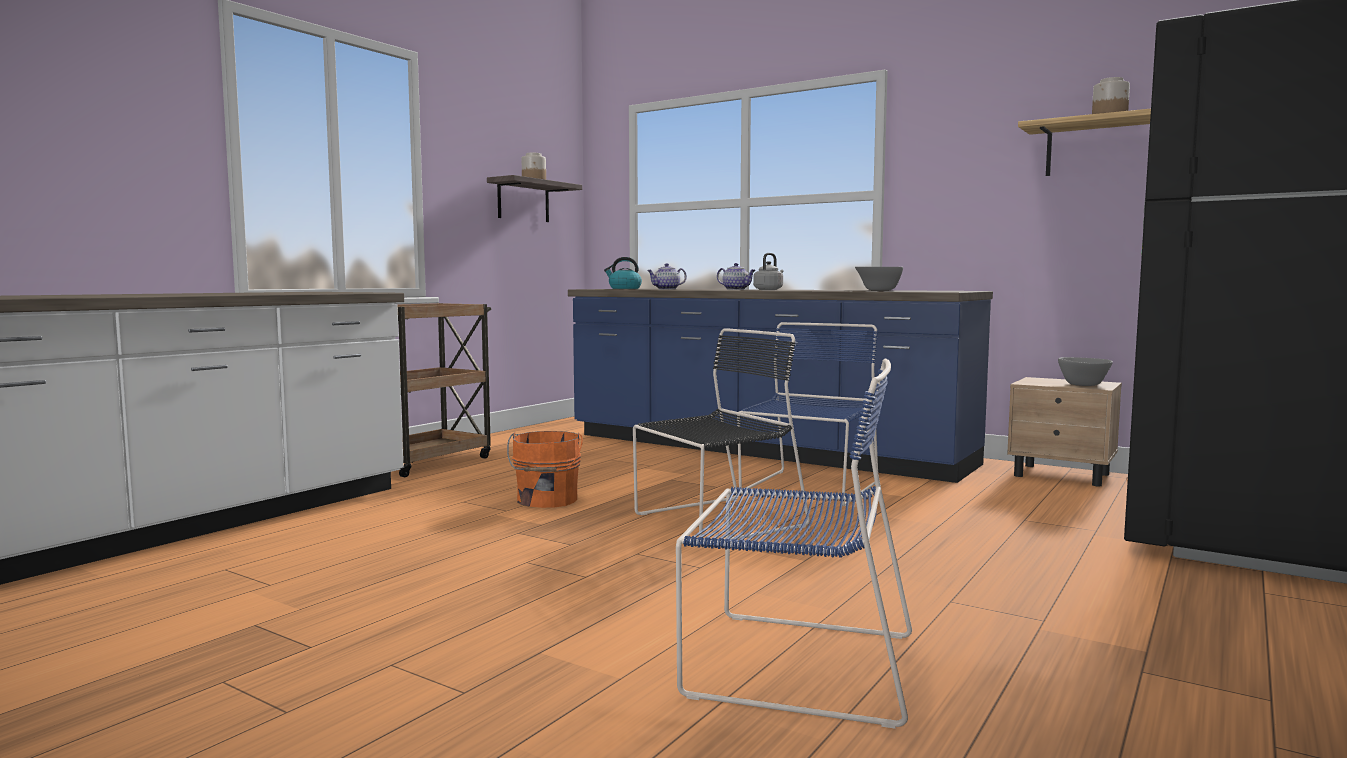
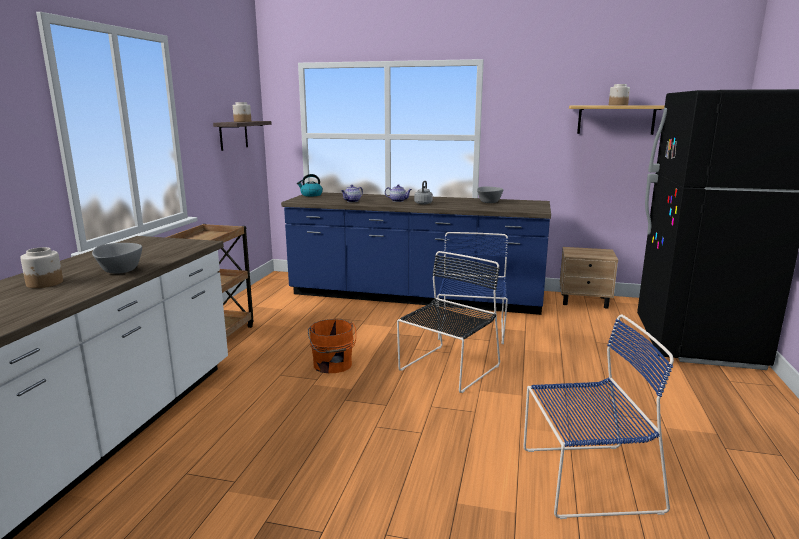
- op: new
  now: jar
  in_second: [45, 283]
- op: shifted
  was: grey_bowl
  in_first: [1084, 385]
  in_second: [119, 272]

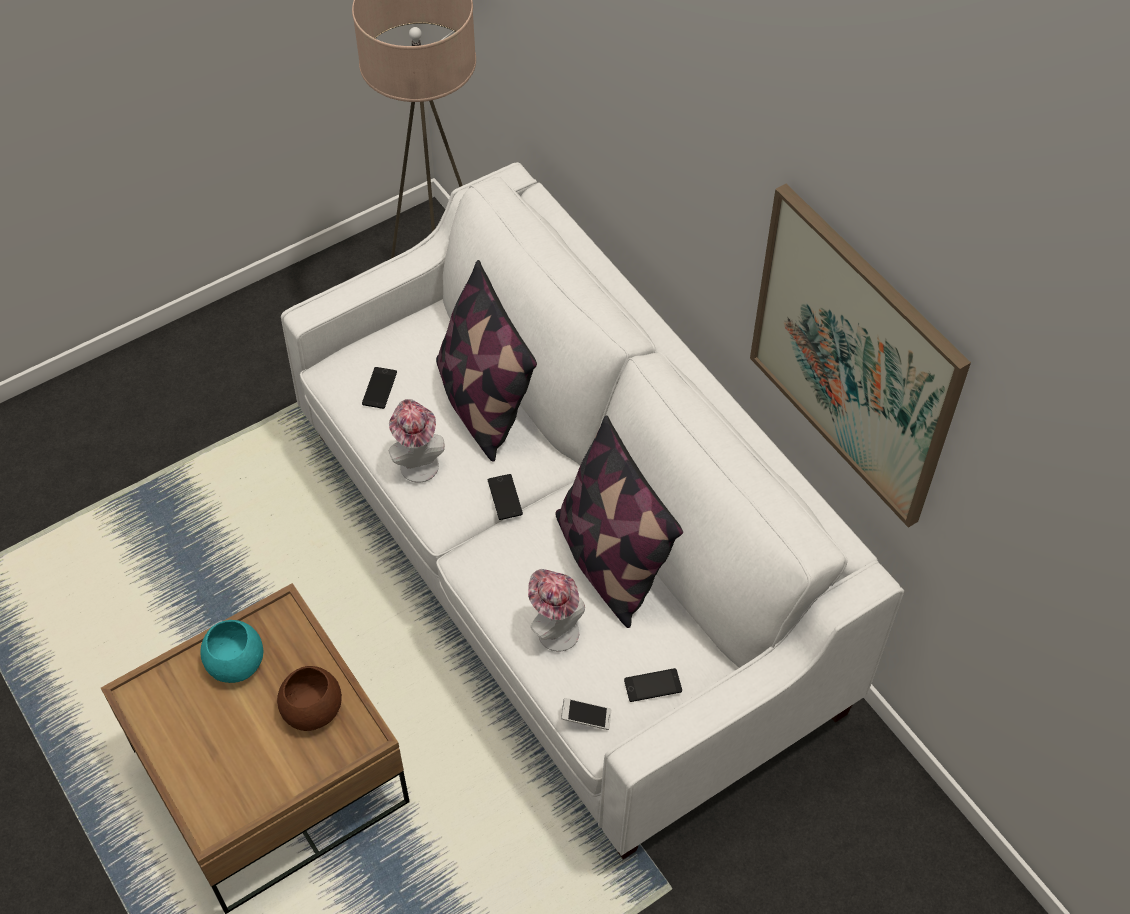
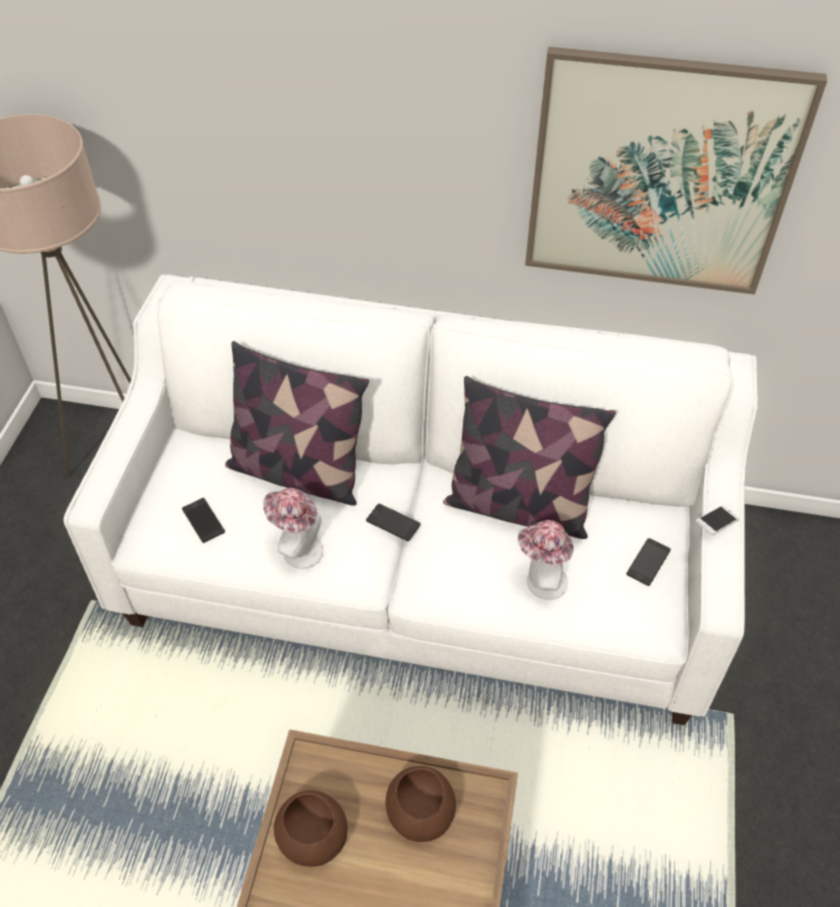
- op: shifted
  was: phone
  in_first: [586, 717]
  in_second: [715, 524]
- op: repainted
  was: turquoise_bowl
  now: brown_bowl
  in_first: [235, 663]
  in_second: [314, 837]

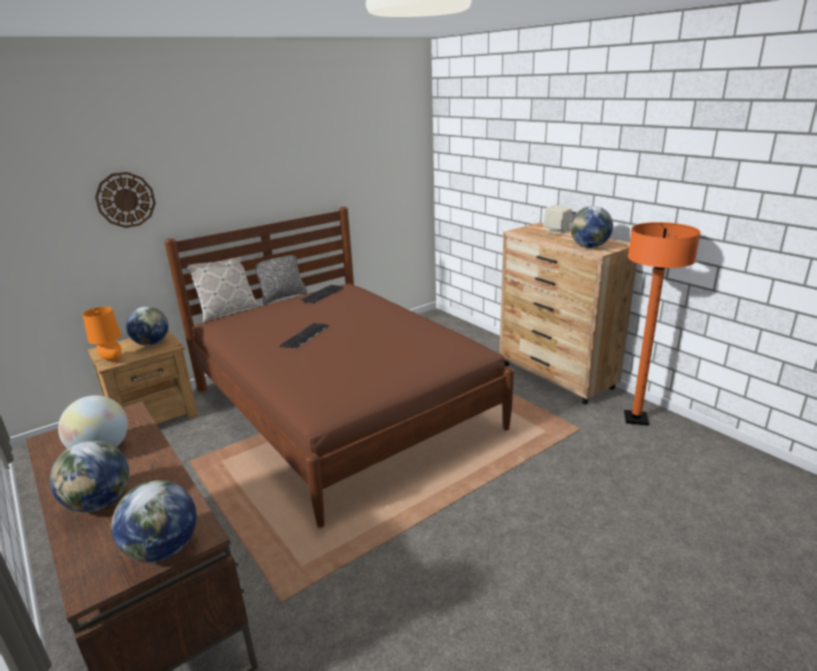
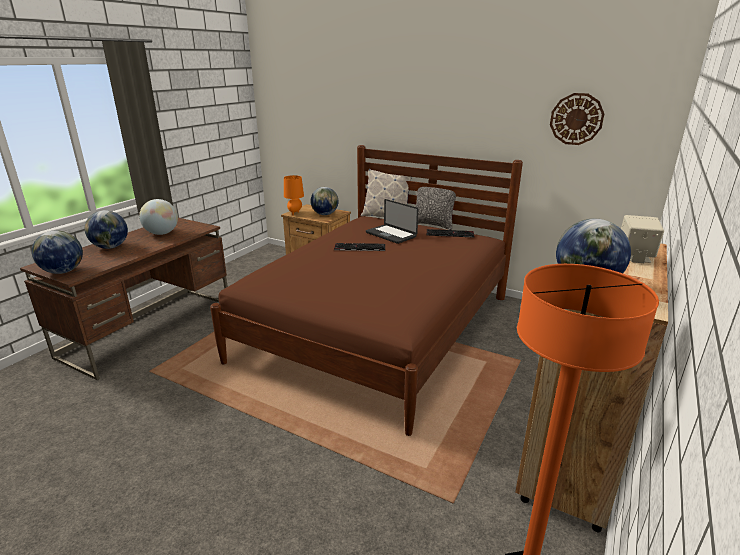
- op: new
  now: laptop
  in_second: [391, 235]
- op: shifted
  was: wall_clock
  in_first: [125, 200]
  in_second: [576, 119]

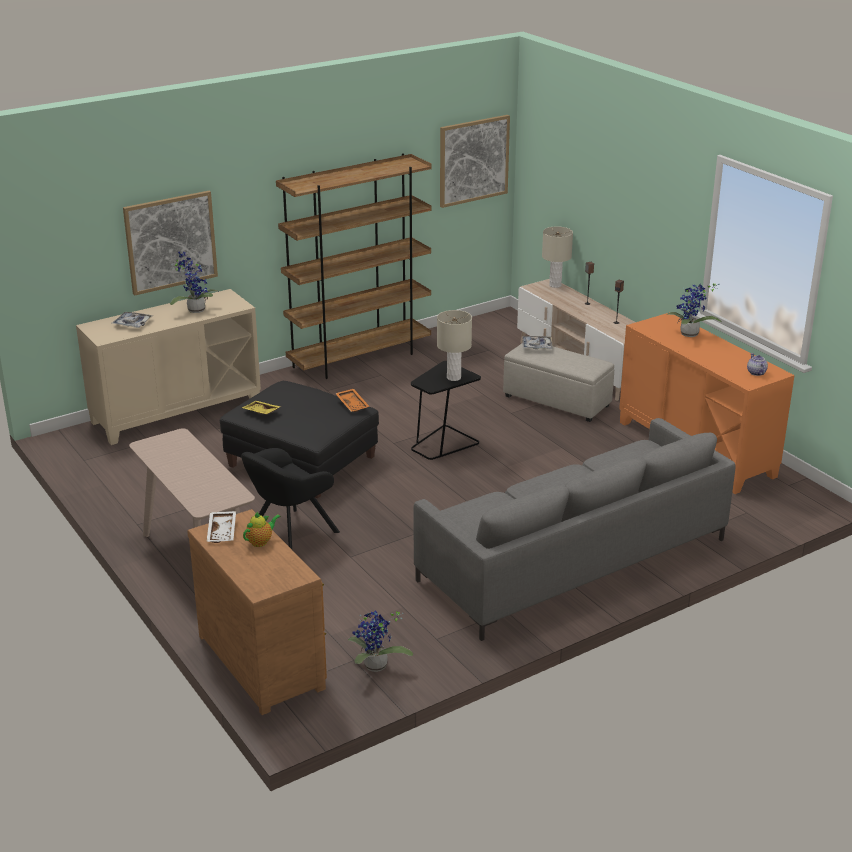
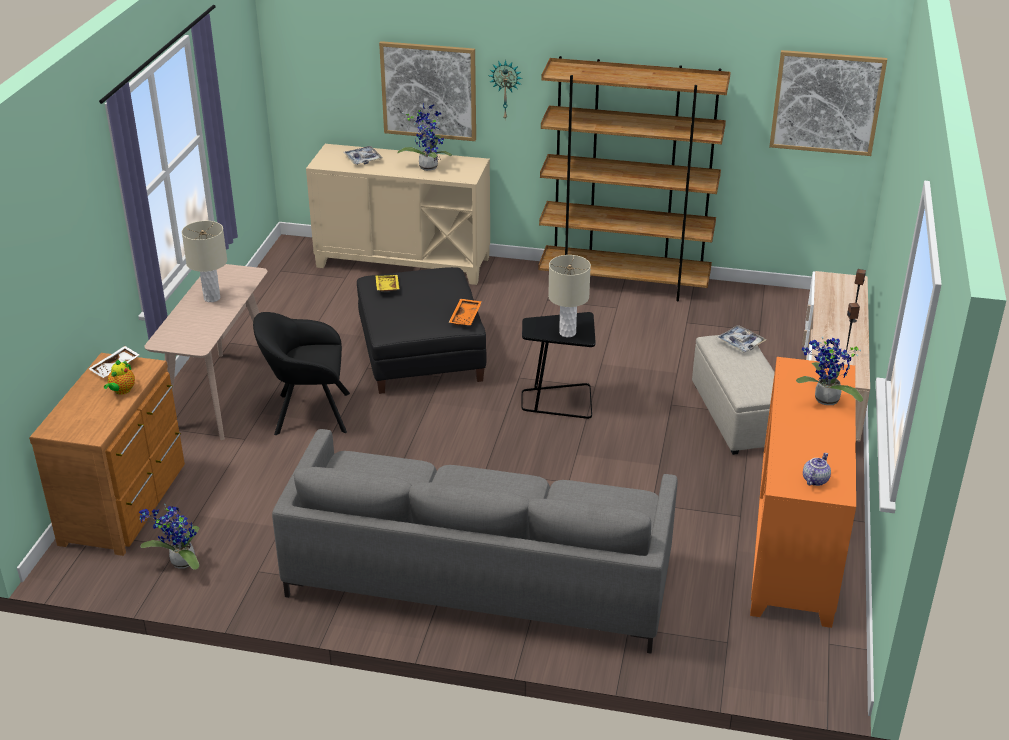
- op: new
  now: wall_clock
  in_second: [505, 89]
- op: shifted
  was: beige_table_lamp
  in_first: [555, 285]
  in_second: [212, 298]
- op: rotated
  was: teapot
  in_first: [261, 541]
  in_second: [122, 391]
  clockwise: 105

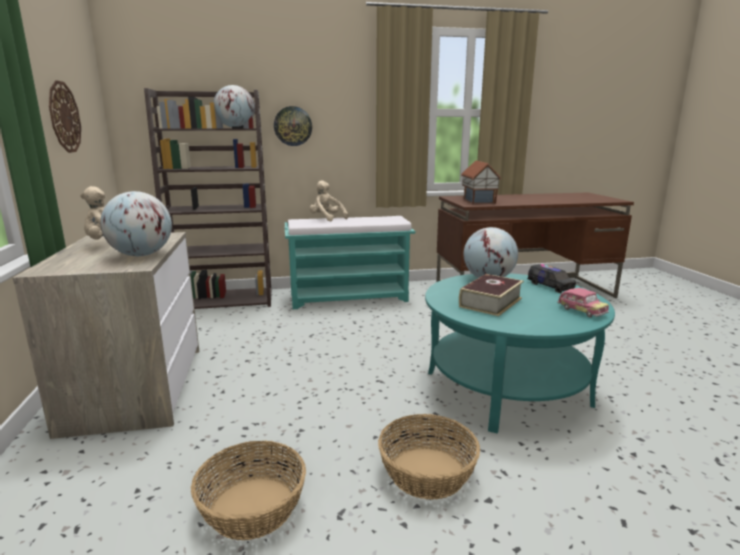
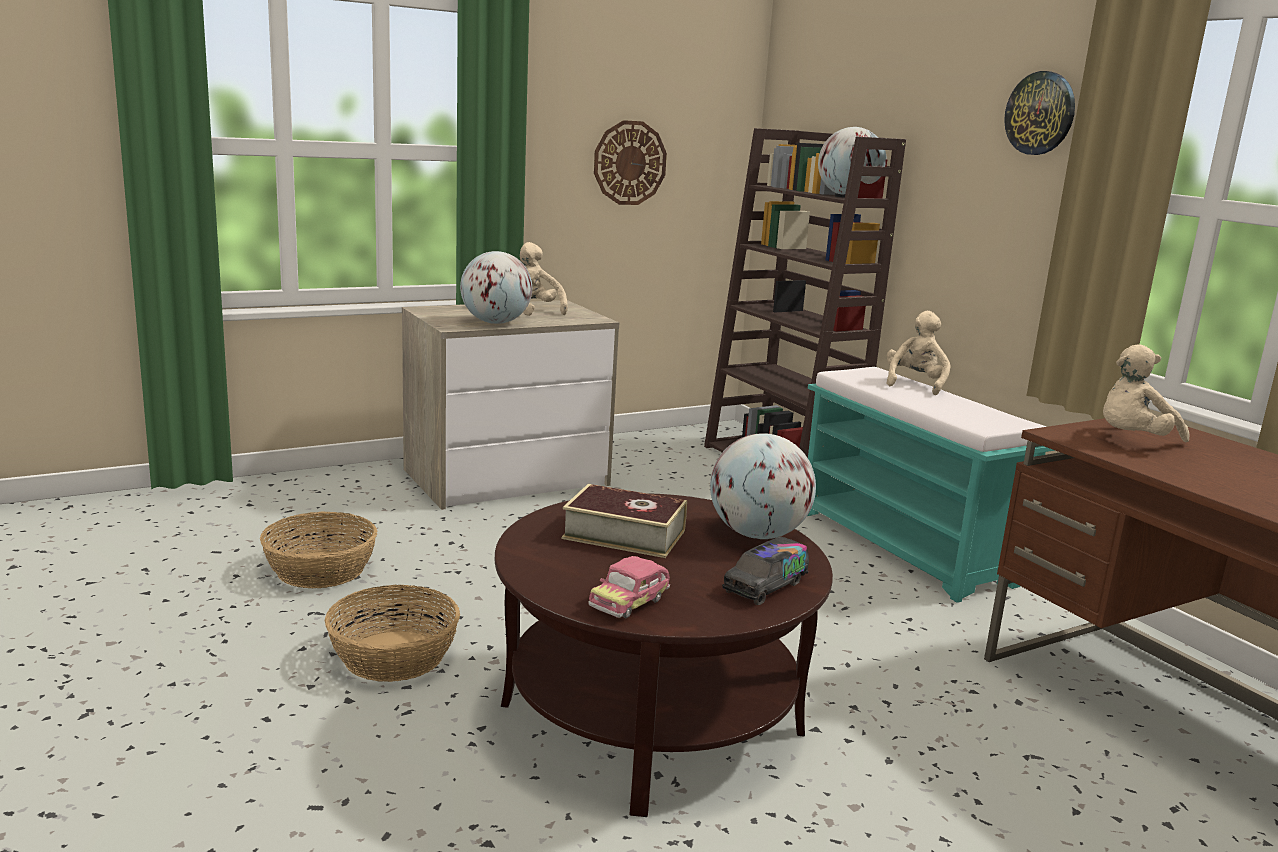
- op: shifted
  was: wall_clock
  in_first: [293, 126]
  in_second: [1040, 113]
- op: swapped
  was: toy_house
  now: beige_plush_toy
  in_first: [478, 201]
  in_second: [1132, 441]
- op: repainted
  was: turquoise_coffee_table
  now: brown_coffee_table
  in_first: [507, 387]
  in_second: [652, 717]

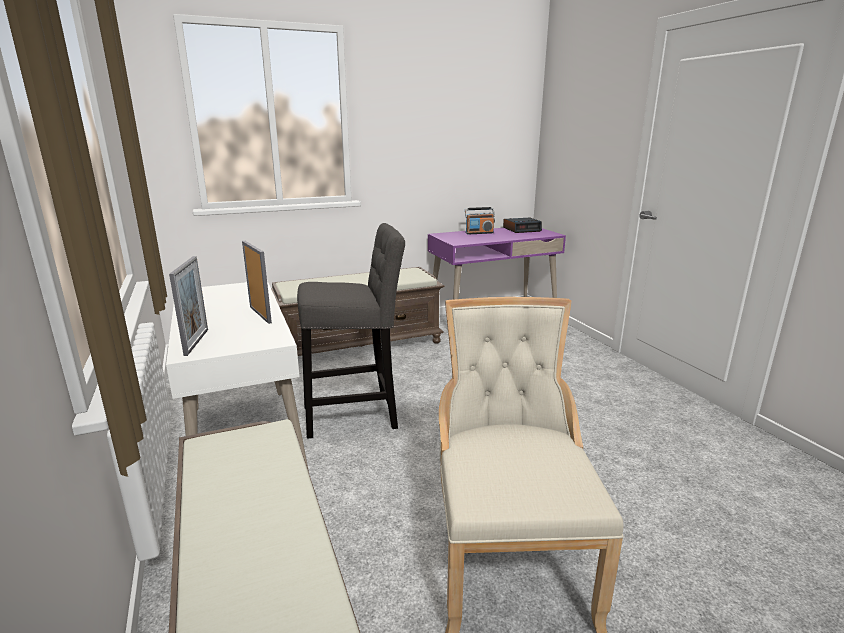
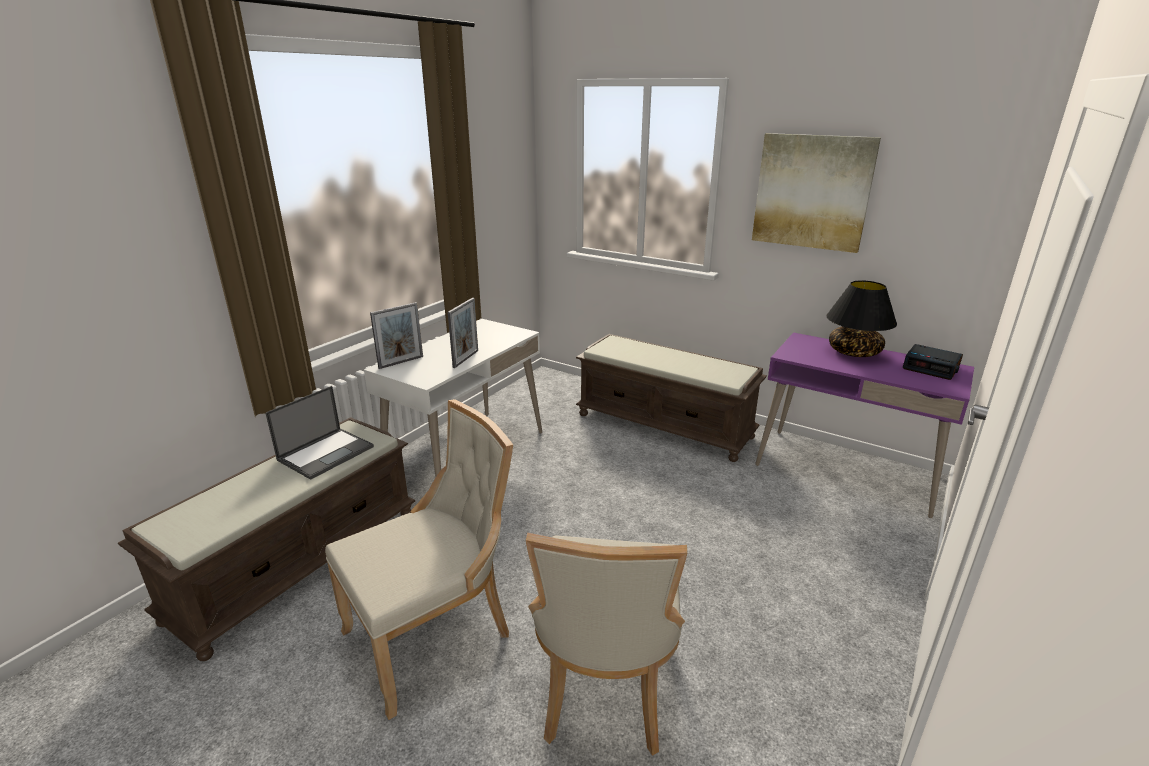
- op: gone
  was: grey_stool
  in_first: [356, 415]
- op: new
  now: laptop
  in_second: [326, 453]
- op: new
  now: beige_chair
  in_second: [605, 687]
- op: new
  now: picture
  in_second: [812, 192]
- op: swapped
  was: radio
  now: black_table_lamp
  in_first: [479, 233]
  in_second: [854, 352]

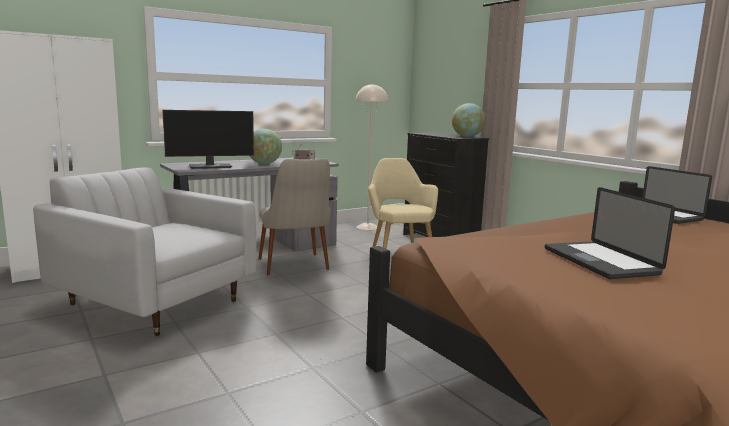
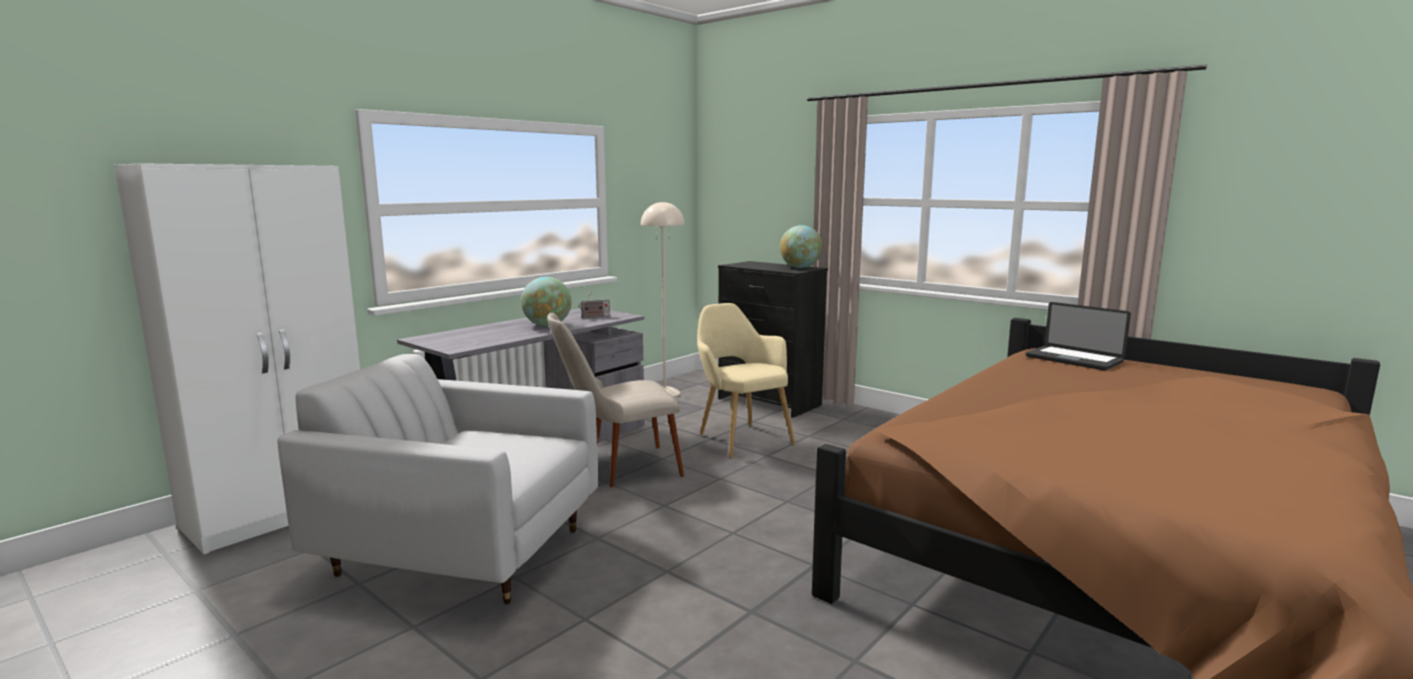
- op: gone
  was: monitor
  in_first: [211, 166]
- op: gone
  was: laptop
  in_first: [599, 261]
- op: rotated
  was: beige_chair
  in_first: [296, 268]
  in_second: [618, 468]
  clockwise: 105

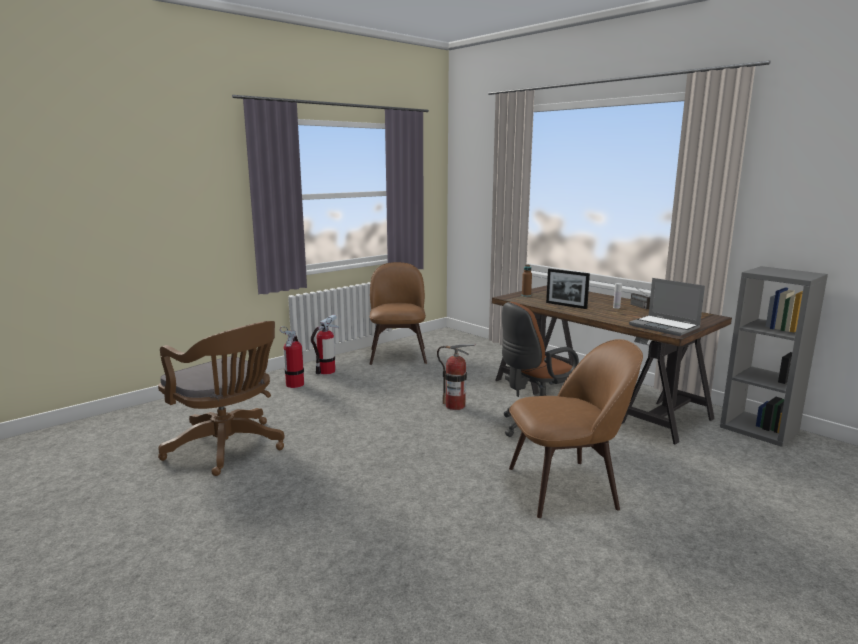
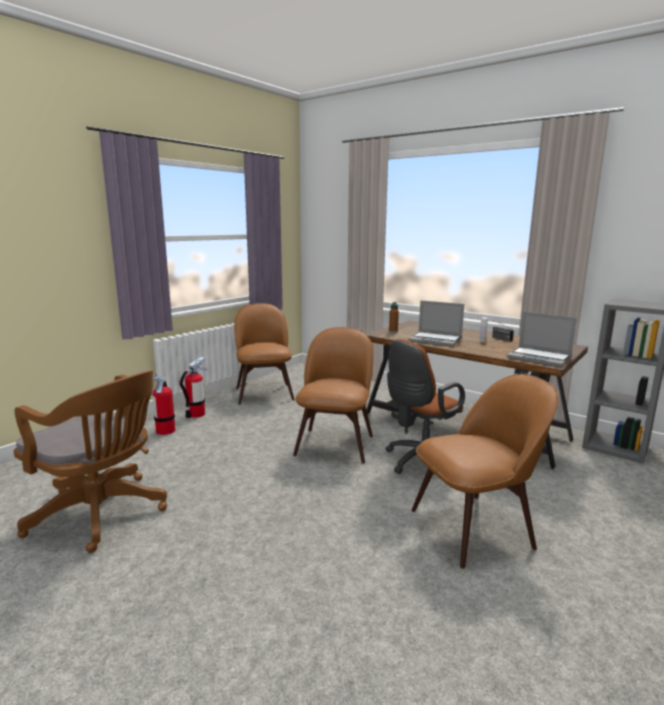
- op: swapped
  was: fire_extinguisher
  now: brown_chair
  in_first: [455, 406]
  in_second: [335, 443]
- op: swapped
  was: picture_frame
  now: laptop
  in_first: [566, 305]
  in_second: [436, 340]

